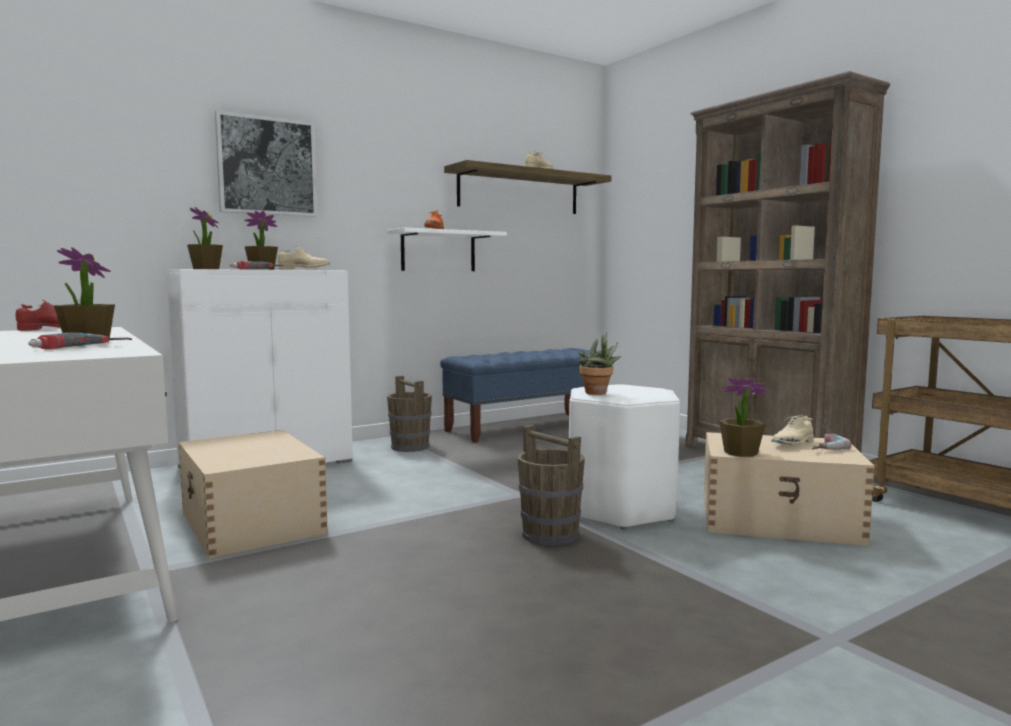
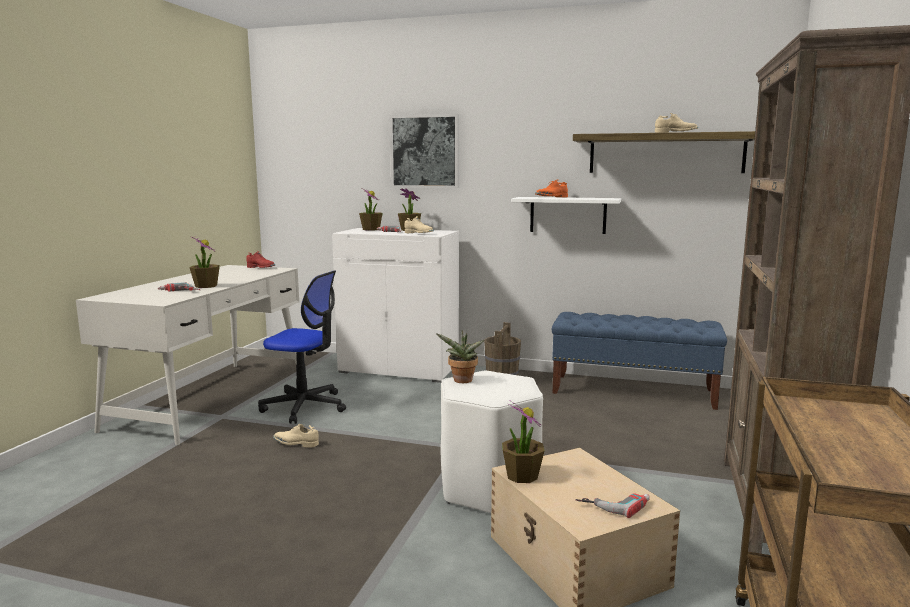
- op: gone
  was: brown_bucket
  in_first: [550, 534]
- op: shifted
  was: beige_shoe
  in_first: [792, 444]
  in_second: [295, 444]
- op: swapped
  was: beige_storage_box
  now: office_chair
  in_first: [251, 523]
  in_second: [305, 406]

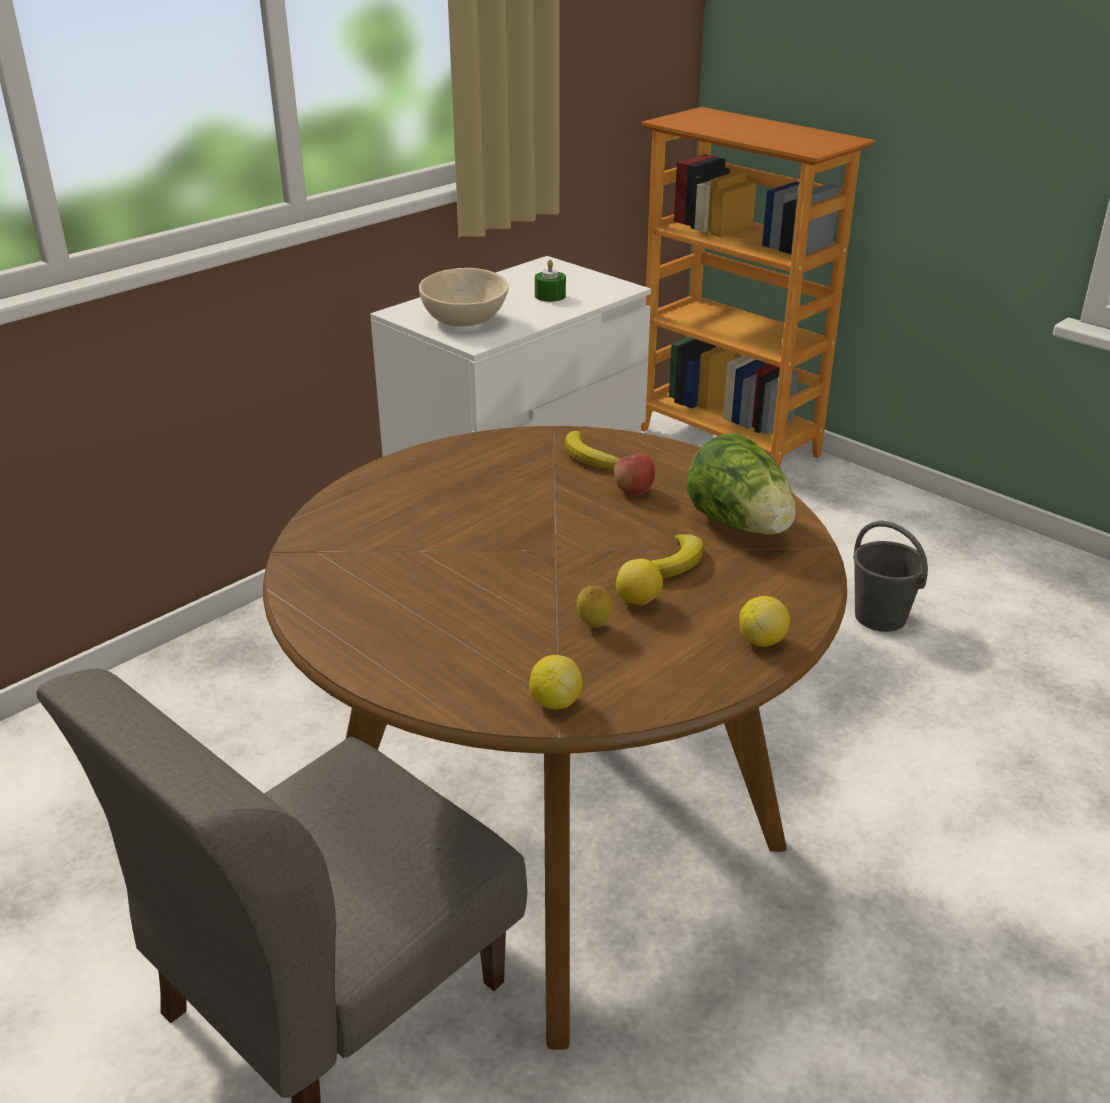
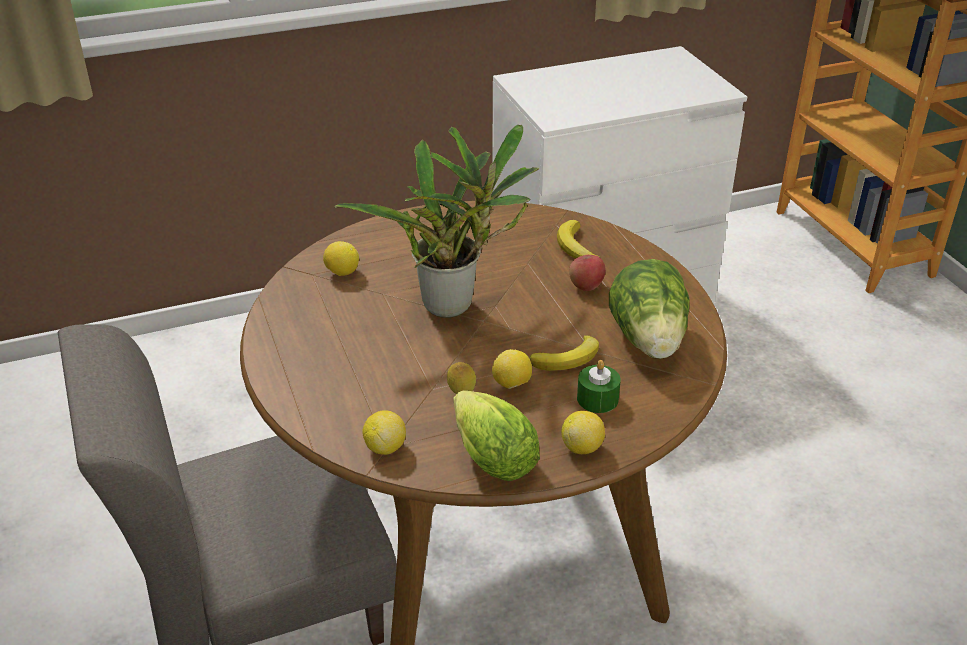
- op: gone
  was: beige_bowl
  in_first: [463, 319]
- op: gone
  was: grey_bucket
  in_first: [881, 617]
- op: new
  now: lemon
  in_second: [342, 272]
- op: new
  now: potted_plant
  in_second: [455, 304]
- op: new
  now: lettuce
  in_second: [489, 455]
- op: shifted
  was: green_candle
  in_first: [550, 296]
  in_second: [597, 399]

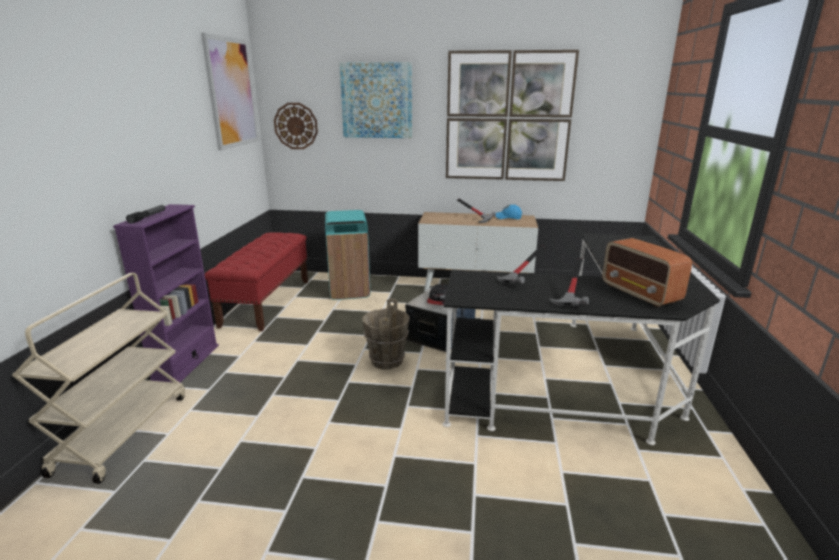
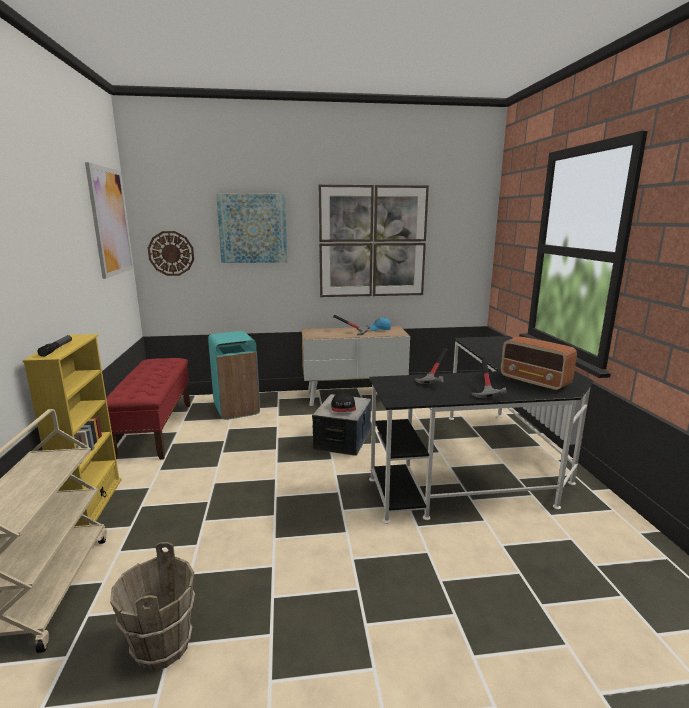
- op: shifted
  was: brown_bucket
  in_first: [386, 361]
  in_second: [161, 647]
- op: repainted
  was: purple_bookcase
  now: yellow_bookcase
  in_first: [186, 363]
  in_second: [92, 503]

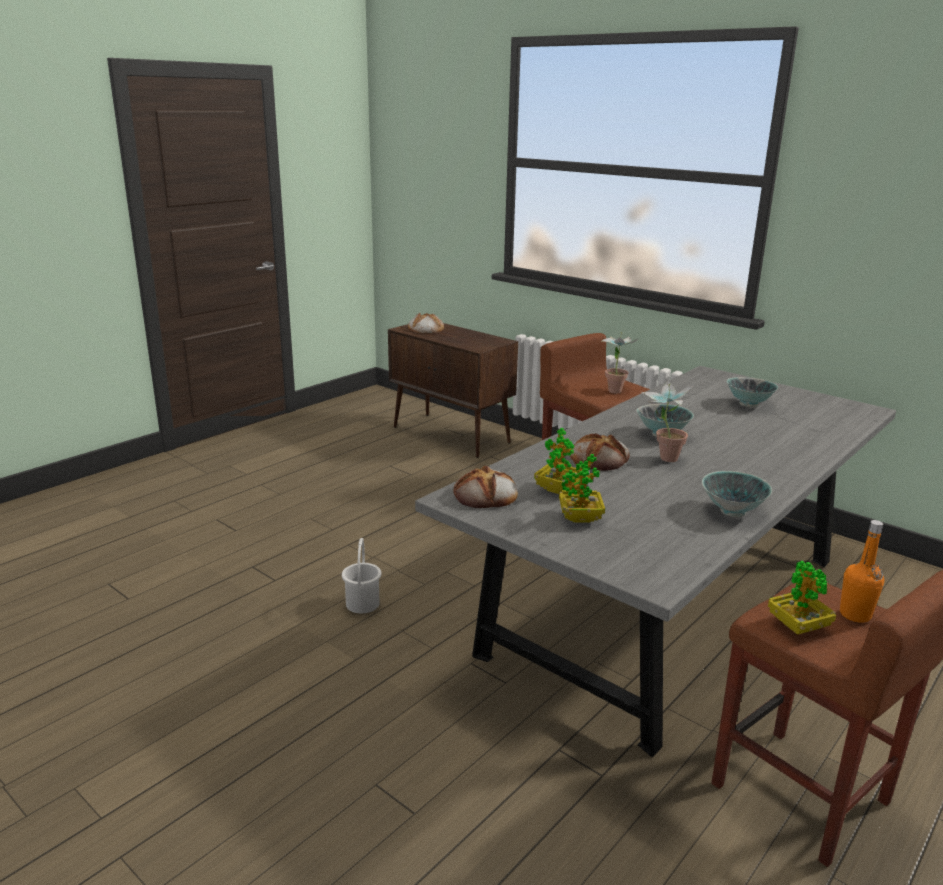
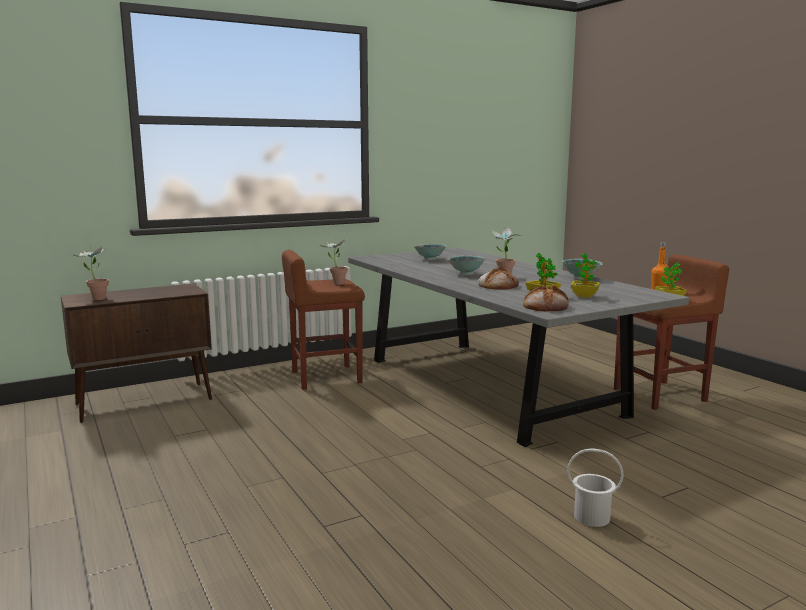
- op: shifted
  was: white_bucket
  in_first: [362, 604]
  in_second: [592, 517]
- op: swapped
  was: bread
  now: potted_plant
  in_first: [425, 329]
  in_second: [96, 298]

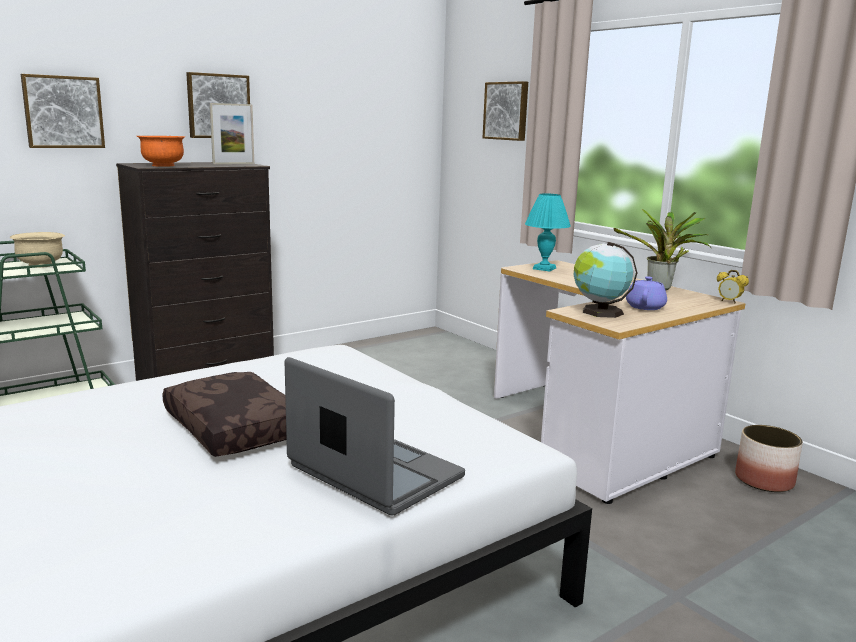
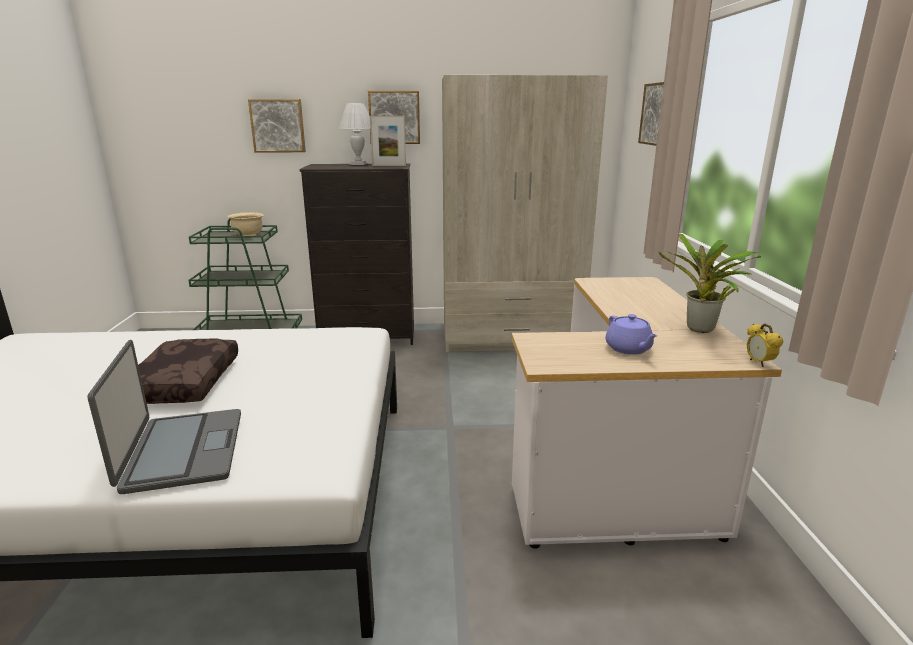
- op: gone
  was: orange_bowl
  in_first: [163, 165]
- op: gone
  was: turquoise_table_lamp
  in_first: [544, 268]
- op: gone
  was: globe
  in_first: [599, 312]
- op: gone
  was: planter
  in_first: [764, 480]
- op: new
  now: white_table_lamp
  in_second: [358, 164]
- op: new
  now: beige_wardrobe
  in_second: [510, 337]
- op: rotated
  was: purple_teapot
  in_first: [645, 307]
  in_second: [629, 349]
  clockwise: 105

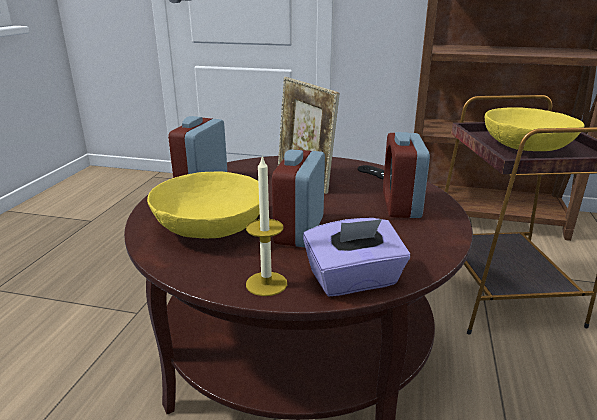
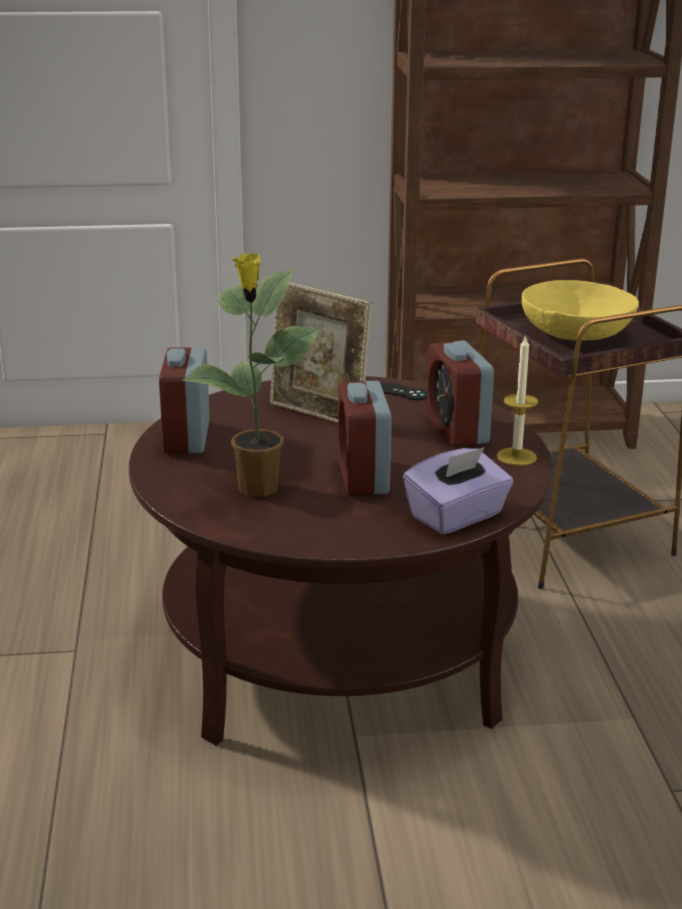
- op: shifted
  was: candle
  in_first: [266, 283]
  in_second: [516, 457]
- op: swapped
  was: yellow_bowl
  now: potted_plant
  in_first: [212, 227]
  in_second: [257, 489]

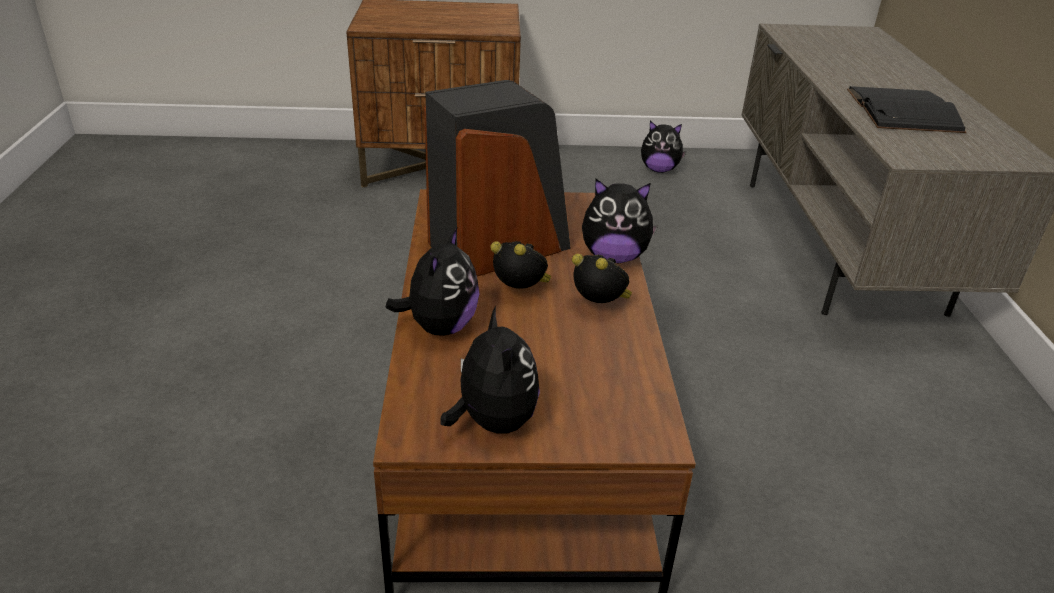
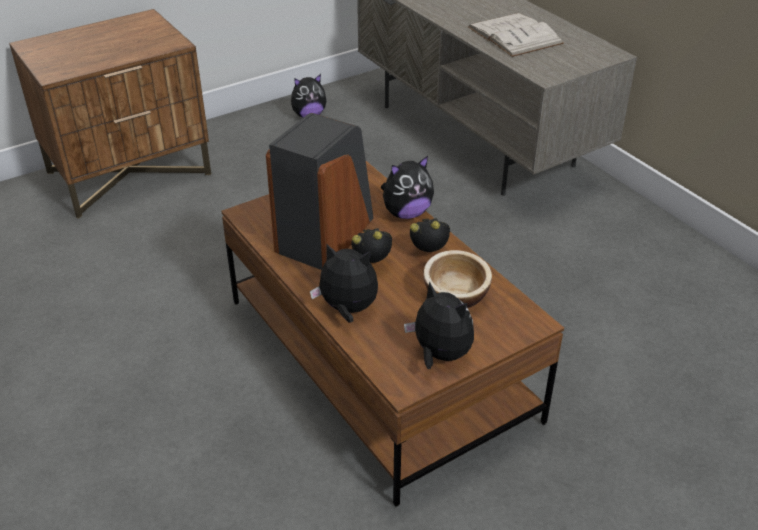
- op: new
  now: bowl
  in_second: [455, 295]
- op: repainted
  was: black_book
  now: white_book
  in_first: [903, 110]
  in_second: [514, 35]
- op: rotated
  was: plush_toy
  in_first: [440, 326]
  in_second: [347, 309]
  clockwise: -60

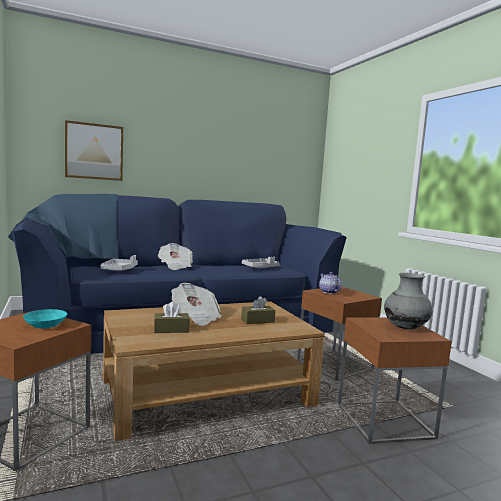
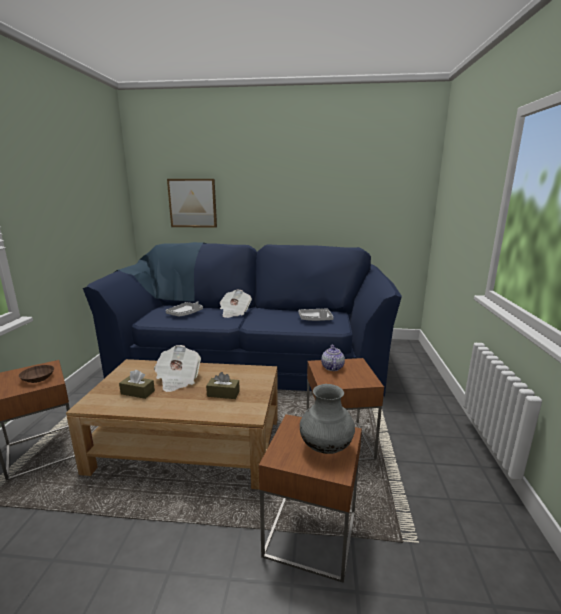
- op: repainted
  was: turquoise_bowl
  now: brown_bowl
  in_first: [44, 324]
  in_second: [38, 378]

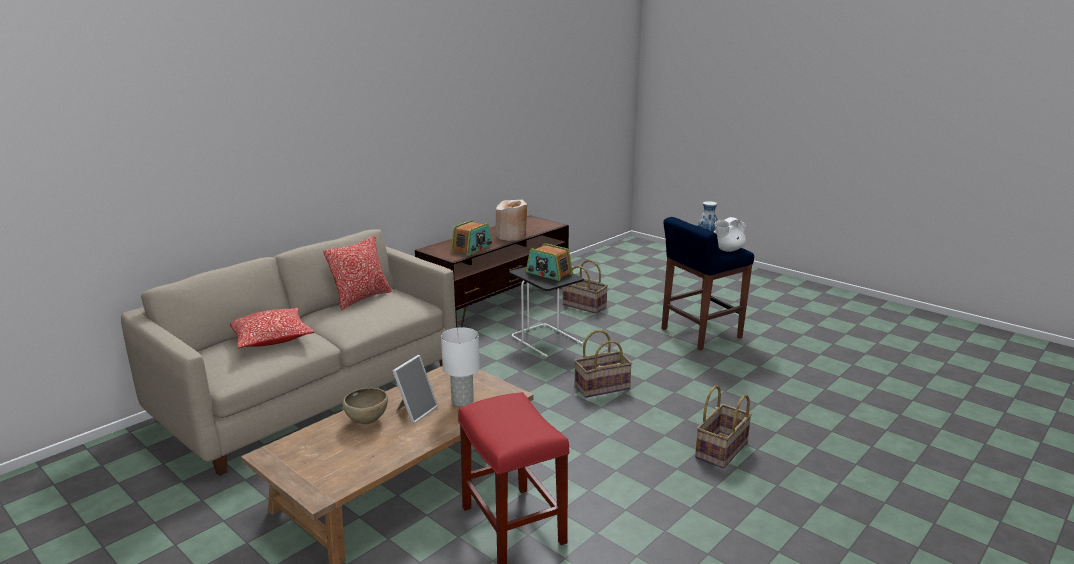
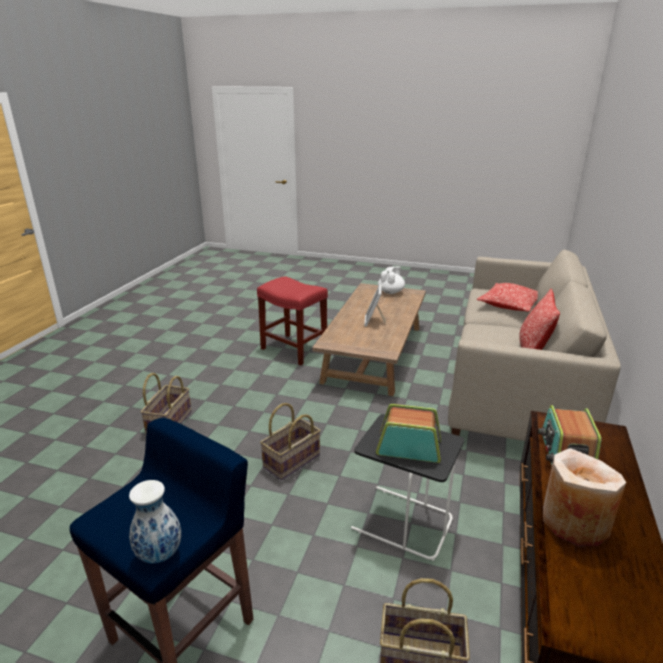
- op: gone
  was: brown_bowl
  in_first: [367, 421]
- op: gone
  was: white_table_lamp
  in_first: [462, 401]
- op: shifted
  was: white_teapot
  in_first: [727, 249]
  in_second: [391, 292]

